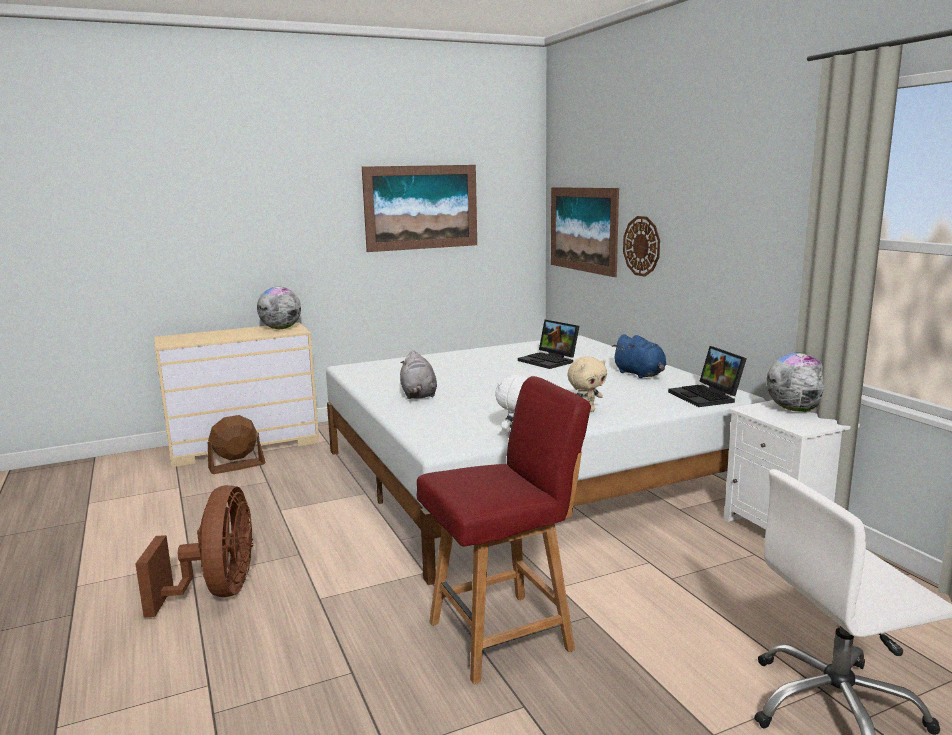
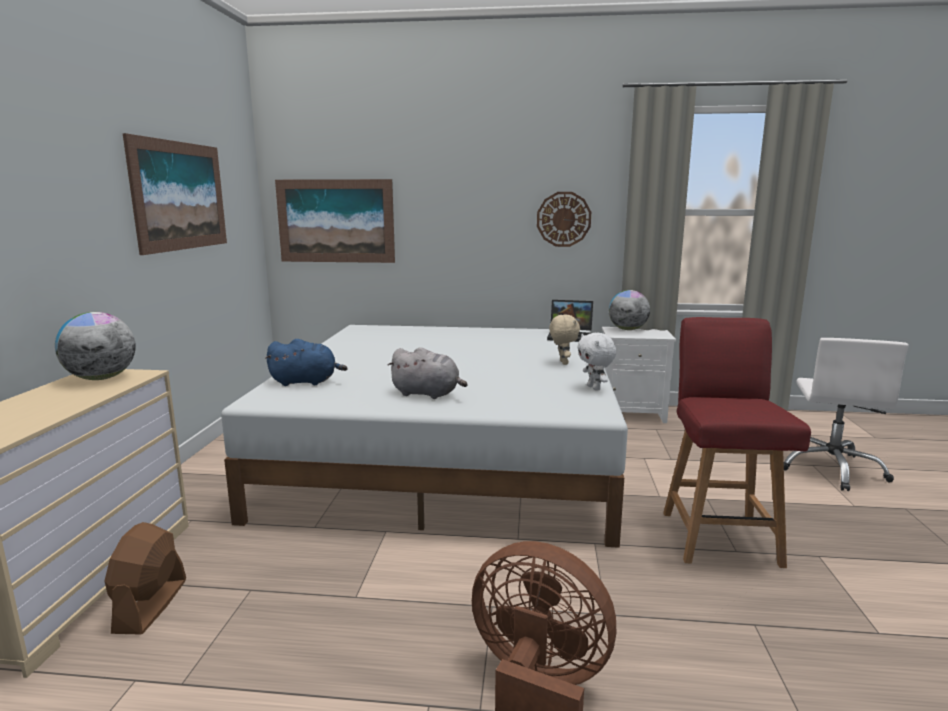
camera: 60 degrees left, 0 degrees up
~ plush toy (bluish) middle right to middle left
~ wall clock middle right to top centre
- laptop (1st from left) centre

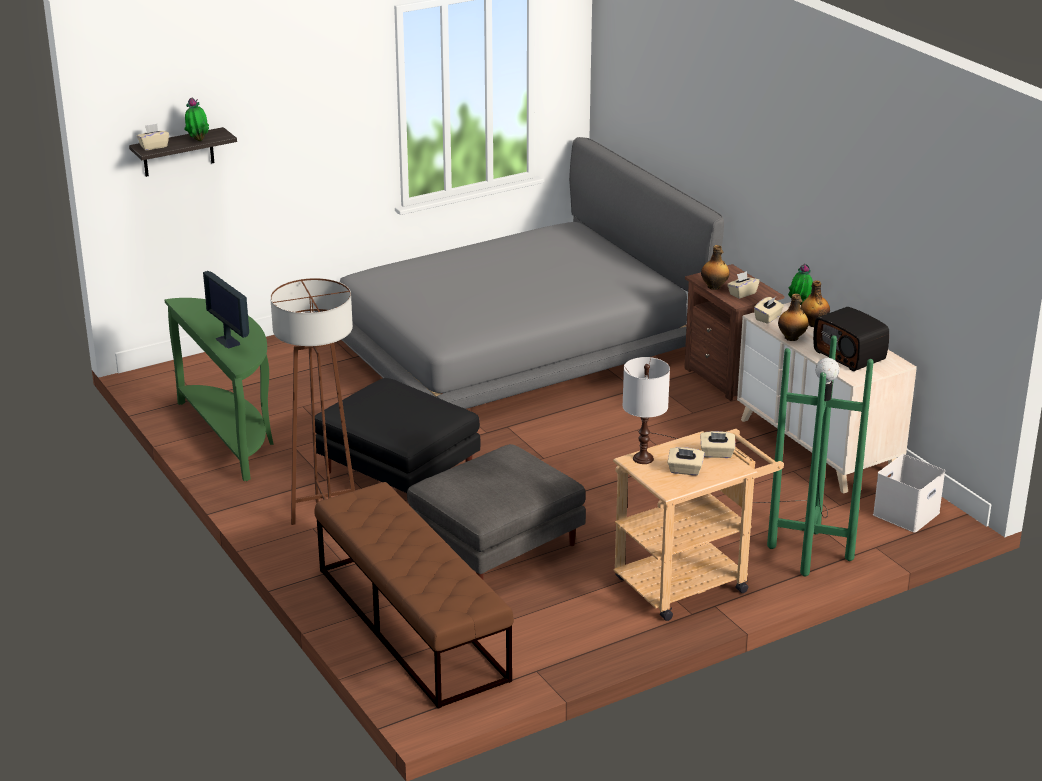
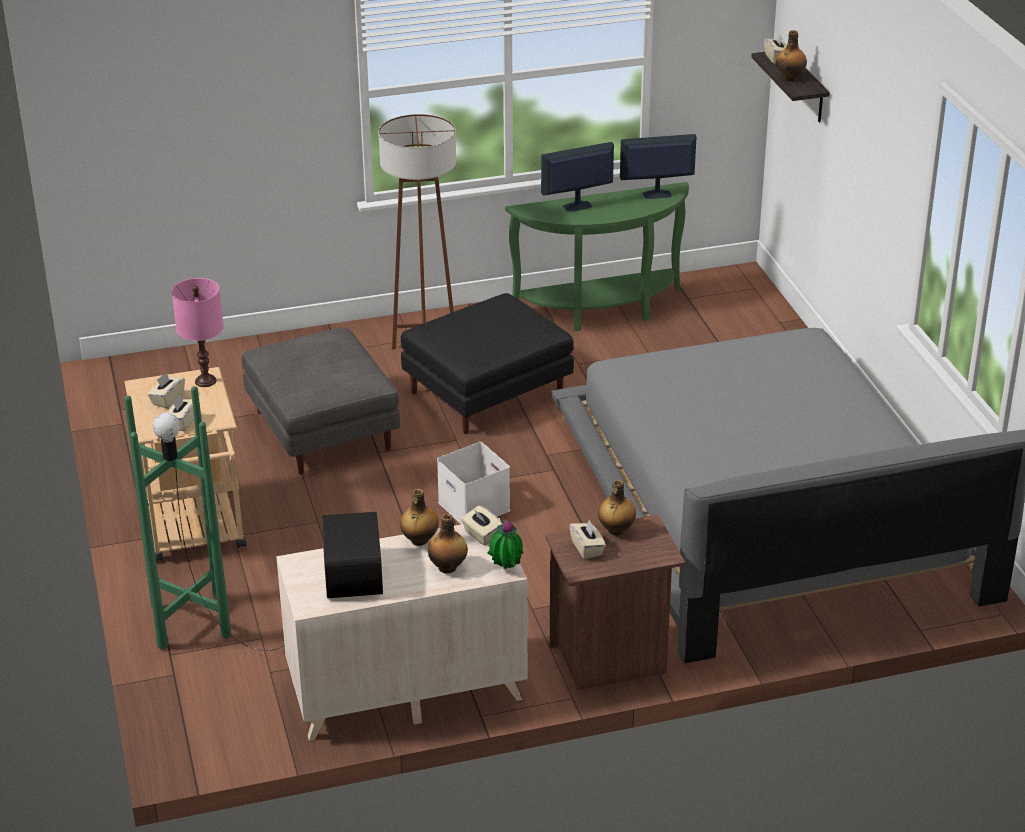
camera: 105 degrees right, 5 degrees up
~ lamp for a table (white) centre to lamp for a table (pinkish) middle left
~ radio receiver middle right = bottom centre 105 degrees clockwise
~ storage box (white) middle right to centre
+ monitor (2nd from left) top centre
~ potted plant (1st from left) top left to beverage bottle (4th from left) top right
- long seat (brownish) bottom centre

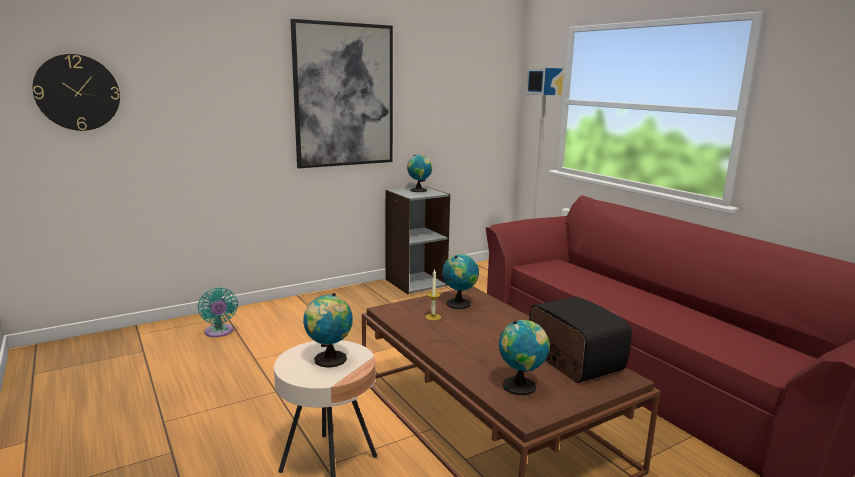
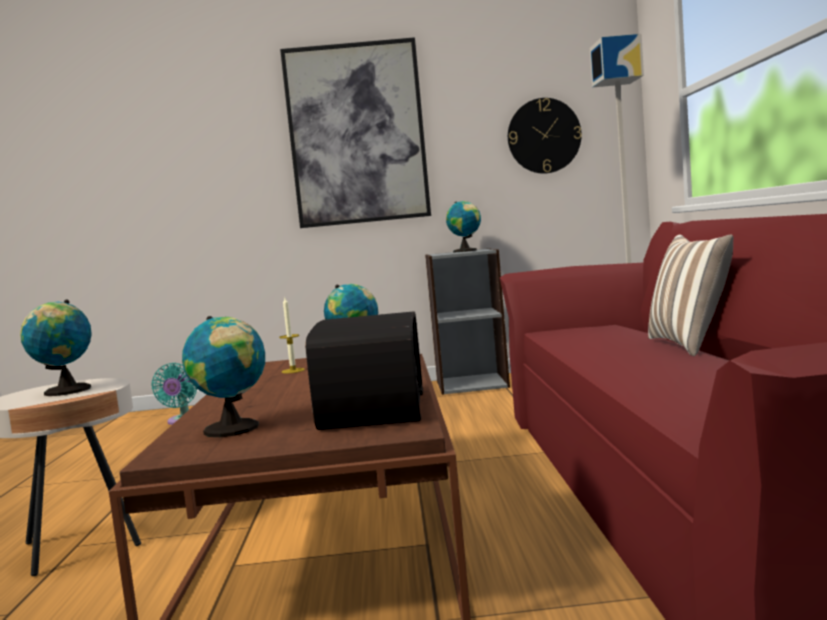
camera: 30 degrees right, 10 degrees down
~ wall clock top left to top centre
+ pillow middle right

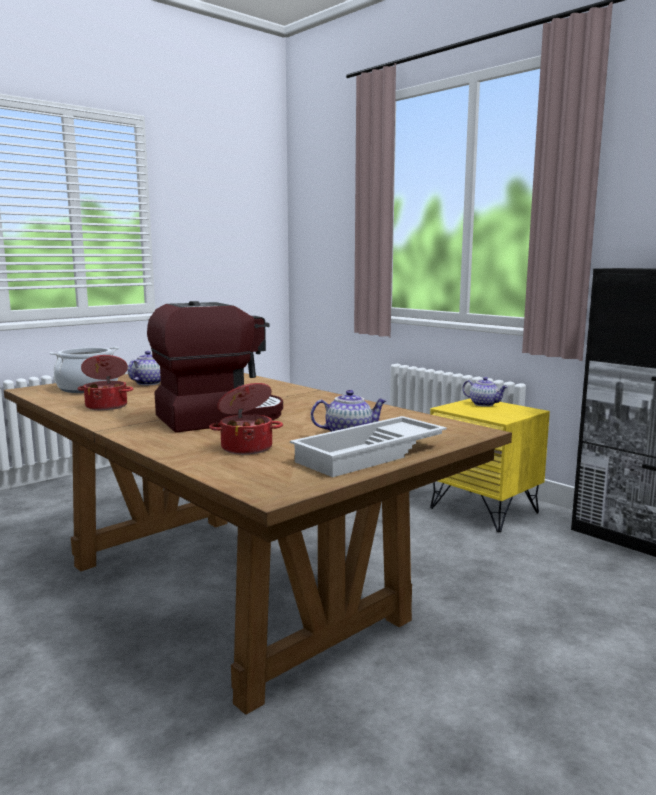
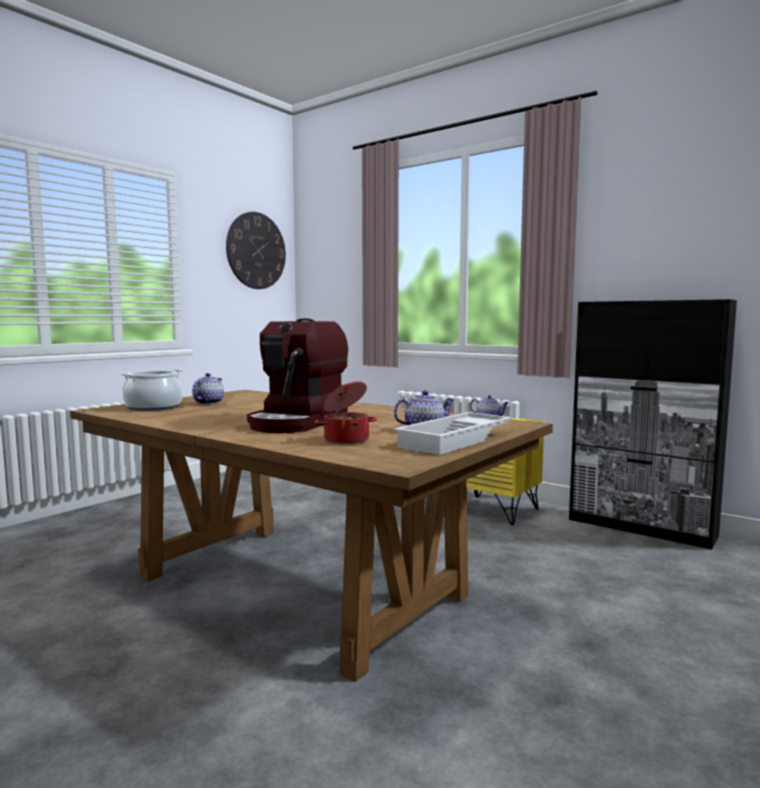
camera: 10 degrees left, 5 degrees down
+ wall clock top centre
~ coffee brewer middle left = centre 150 degrees clockwise
- stockpot (2nd from left) middle left

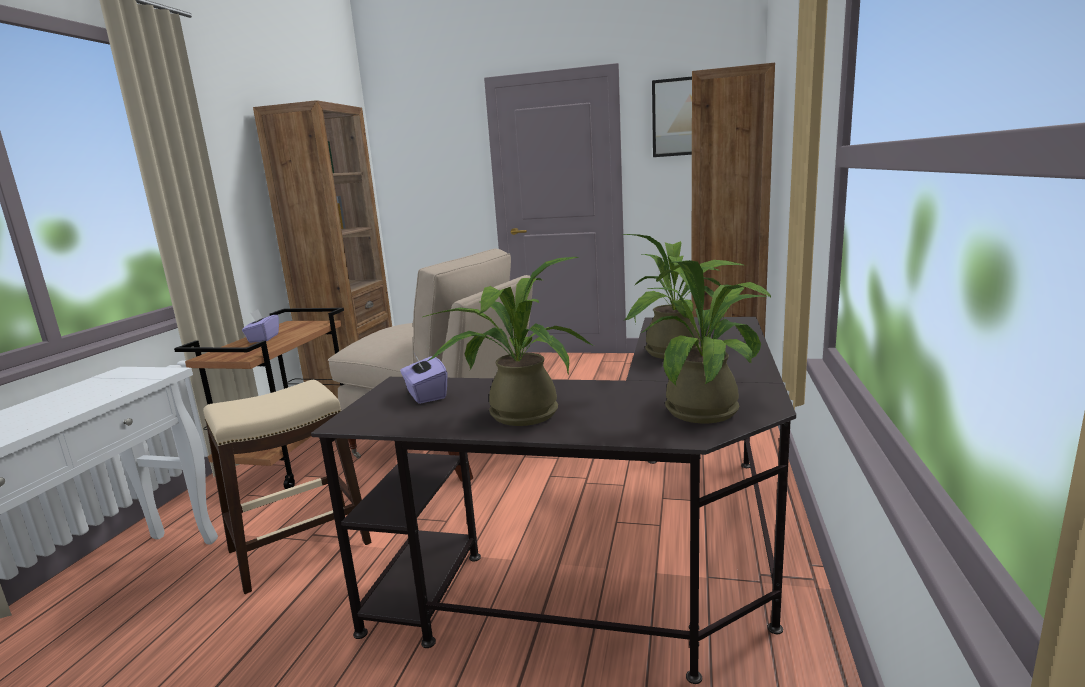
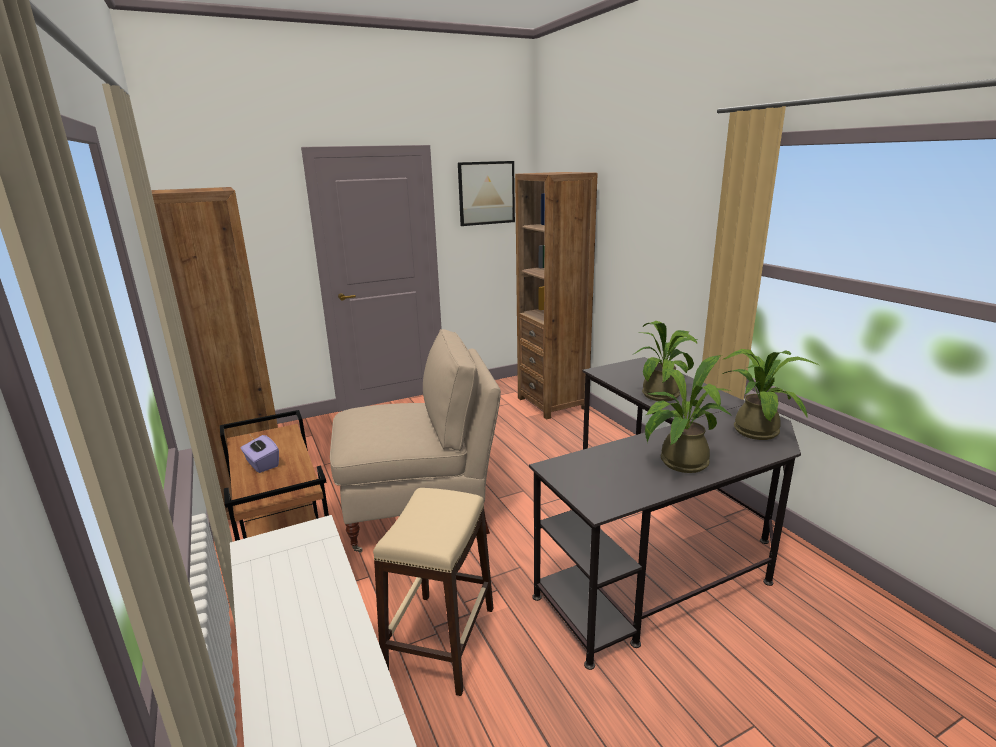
camera: 40 degrees left, 5 degrees up
- tissue box (purple) (2nd from left) centre

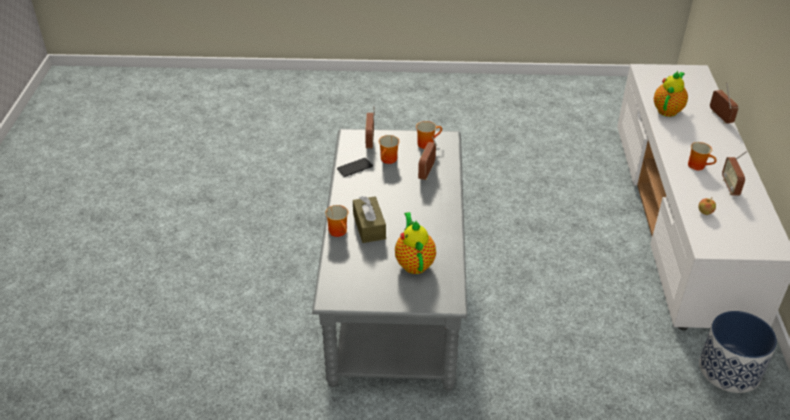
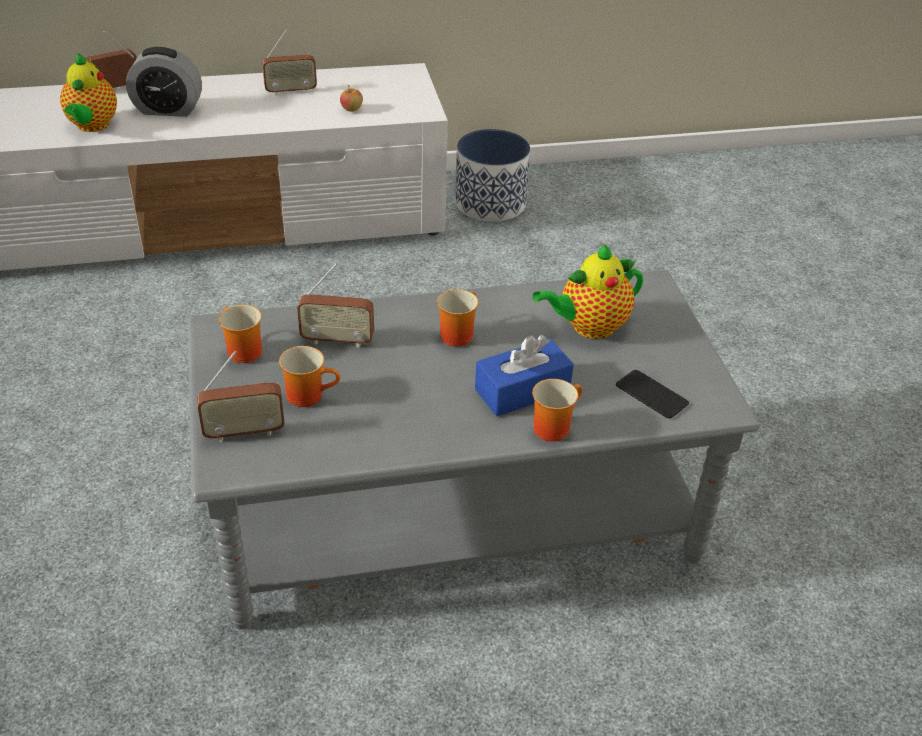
camera: 105 degrees left, 0 degrees up
~ pot for tea (2nd from left in the first image) top right = top left 105 degrees counterclockwise
+ table clock top left
~ mug (4th from left in the first image) middle right to mug (3rd from left) centre
~ tissue box (brownish) centre to tissue box (bluish) centre
~ telephone centre to middle right

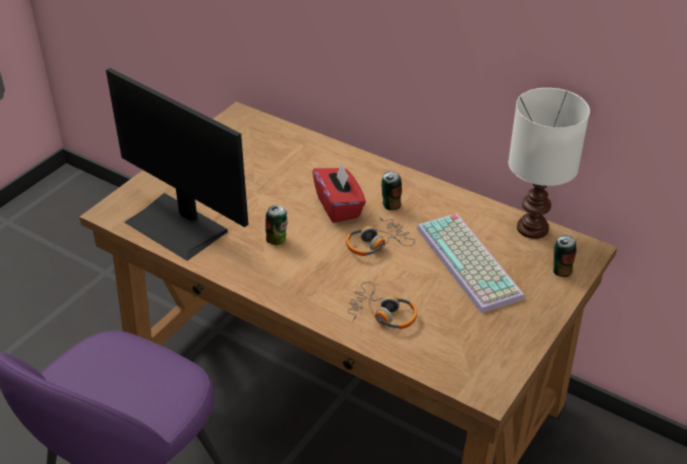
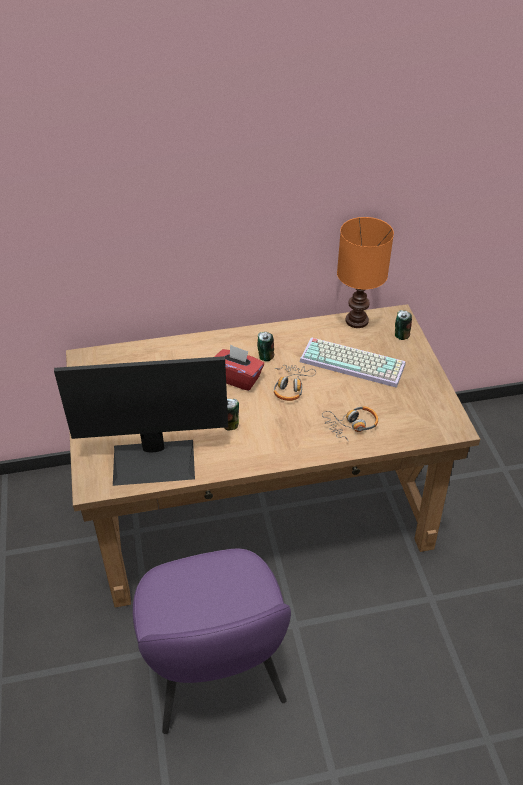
camera: 45 degrees left, 5 degrees up
~ lamp for a table (white) middle right to lamp for a table (orange) middle right

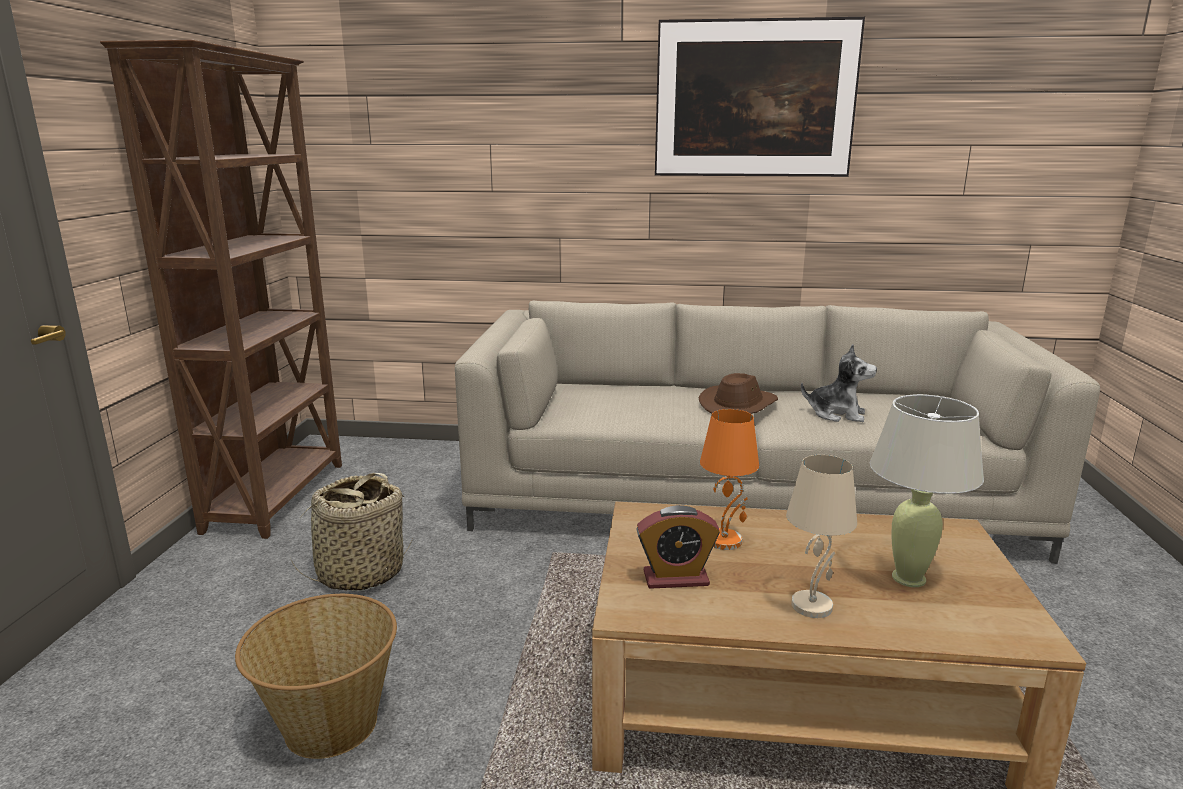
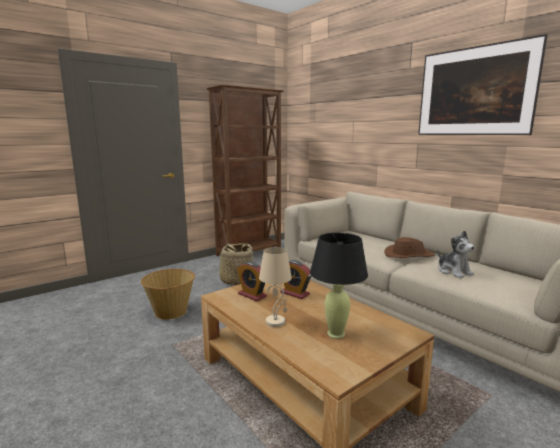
camera: 45 degrees right, 5 degrees down
~ lamp for a table (orange) centre to table clock (2nd from left) centre
~ lamp for a table (sand-coloured) (2nd from left) middle right to lamp for a table (black) centre

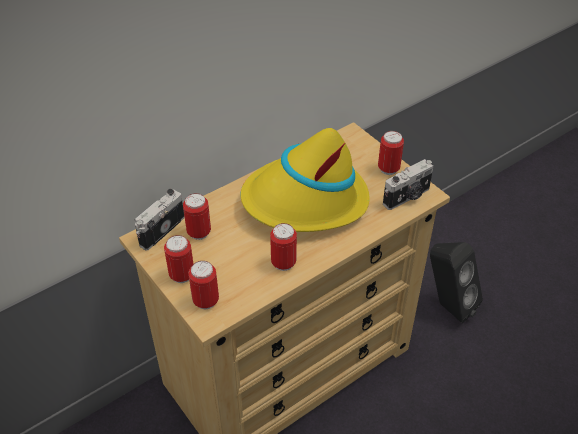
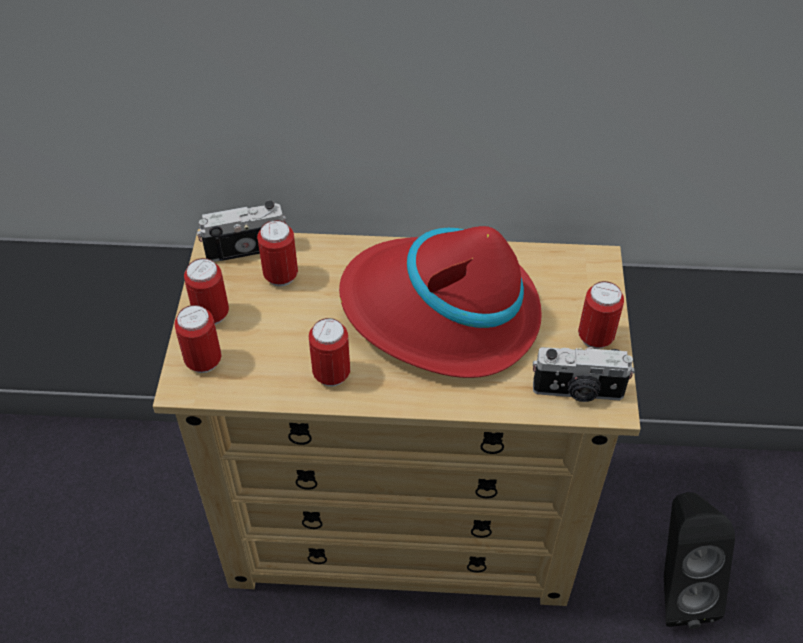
camera: 40 degrees right, 5 degrees up
~ wearable hat (yellow-coloured) centre to wearable hat (reddish) centre

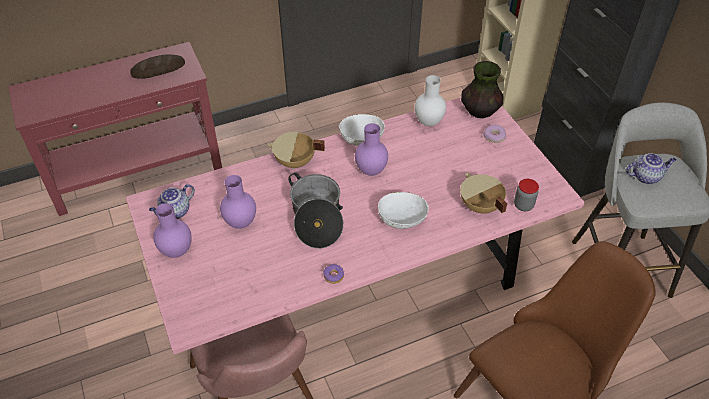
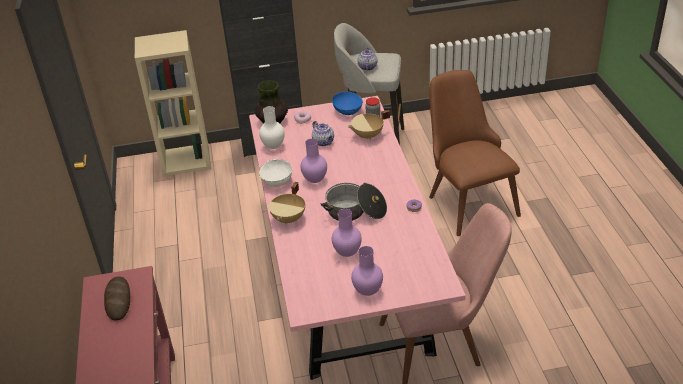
camera: 75 degrees left, 10 degrees down
~ pot for tea (1st from left) middle left to centre
+ serving bowl (bluish) top centre
- serving bowl (white) (2nd from left) centre

